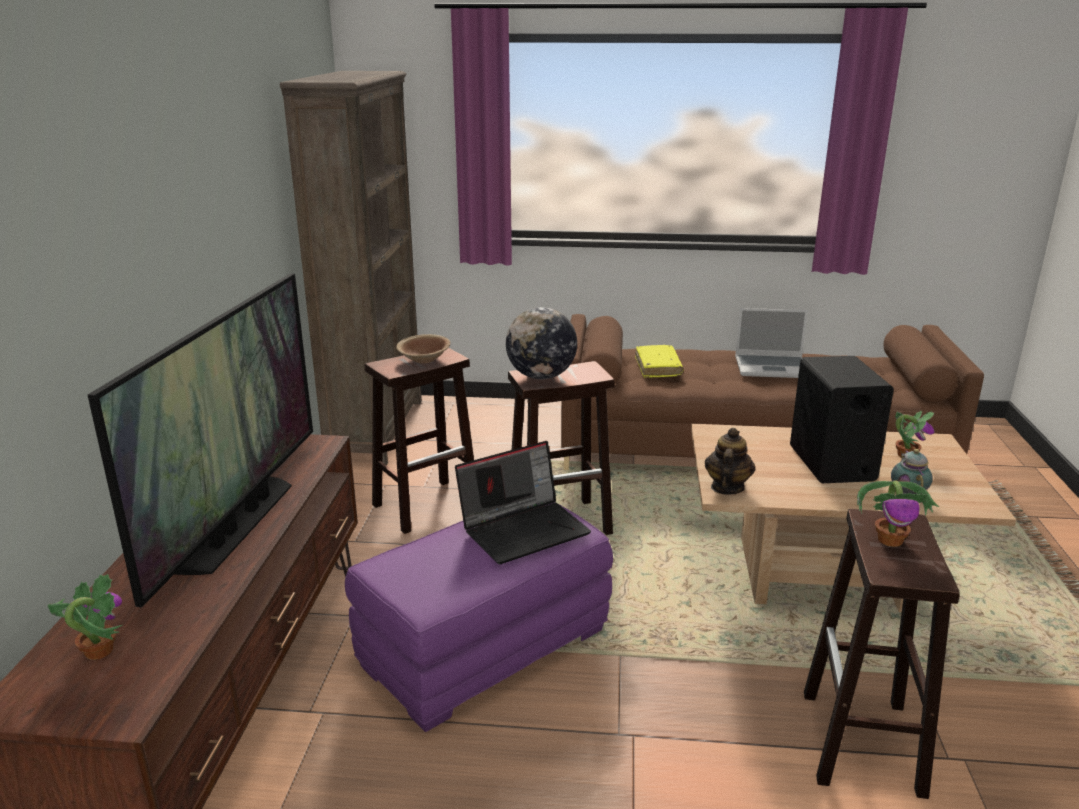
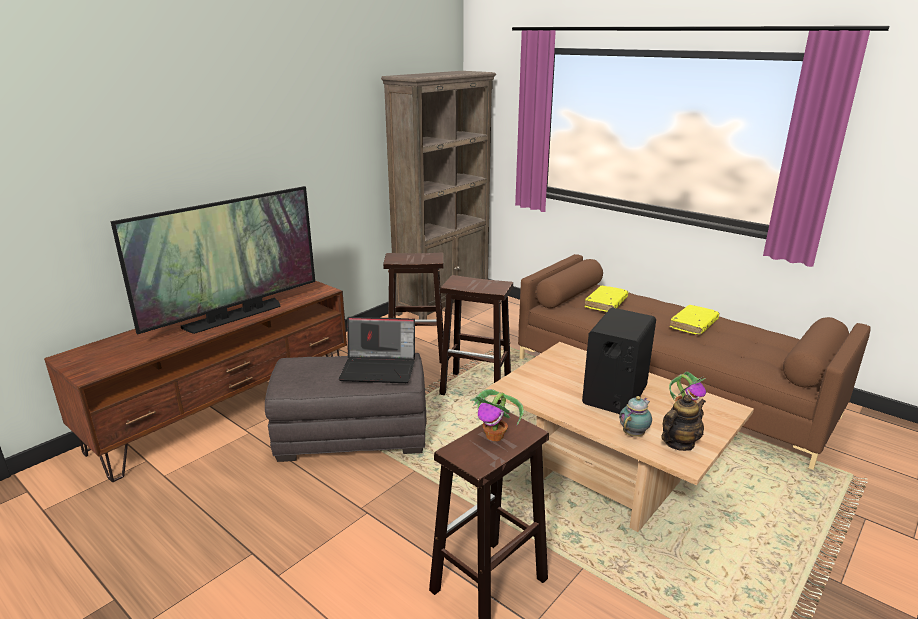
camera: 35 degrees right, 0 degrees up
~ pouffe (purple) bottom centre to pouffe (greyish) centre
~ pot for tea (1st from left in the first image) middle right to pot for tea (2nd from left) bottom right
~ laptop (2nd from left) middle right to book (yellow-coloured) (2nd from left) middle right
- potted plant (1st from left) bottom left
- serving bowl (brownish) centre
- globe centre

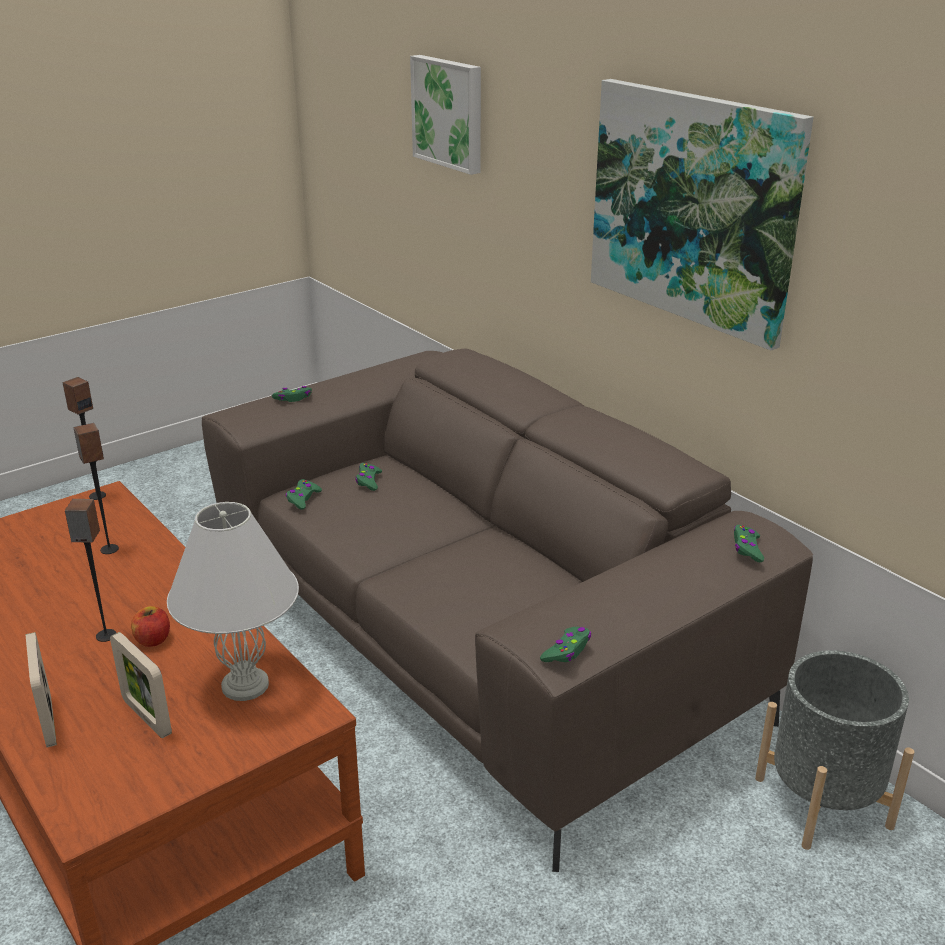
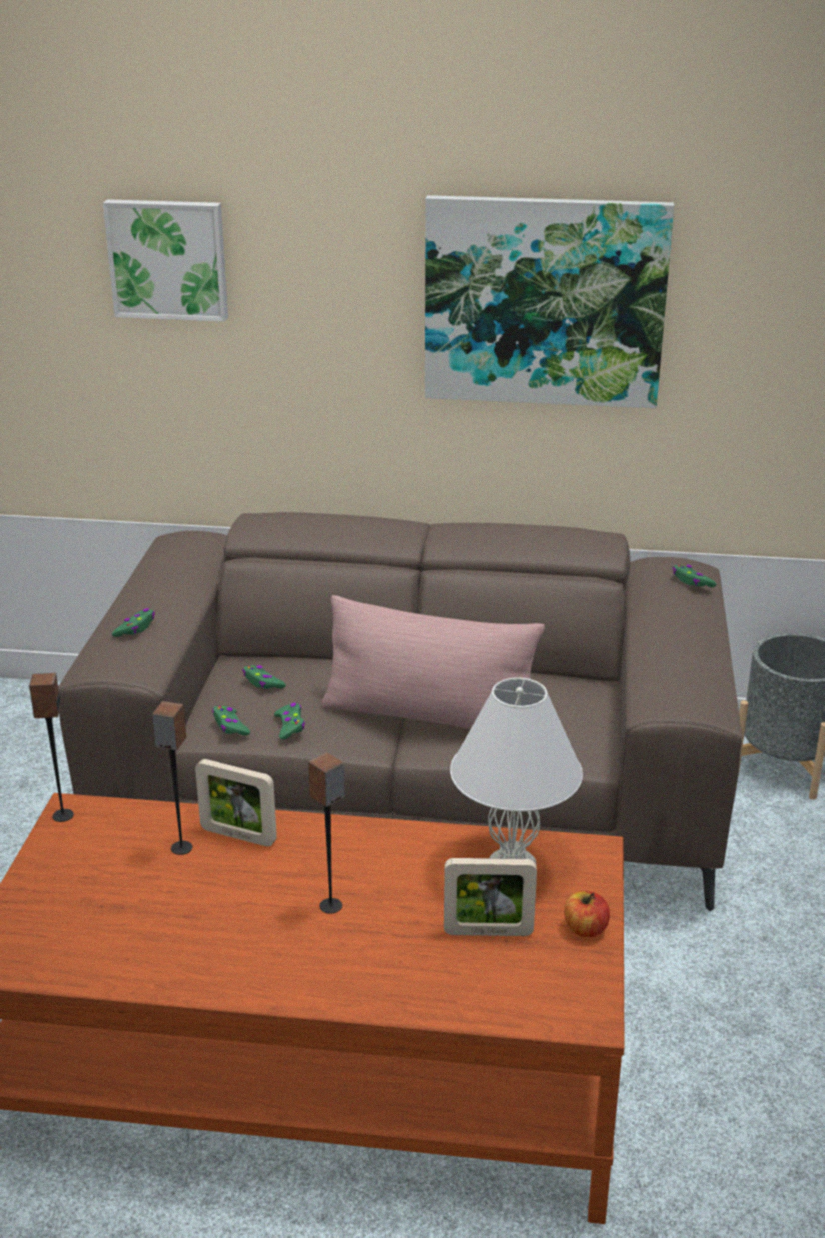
camera: 45 degrees left, 0 degrees up
~ photo frame (1st from left) bottom left to middle left
~ game controller (greenish) (4th from left) bottom centre to centre
+ pillow (pinkish) centre
~ whole apple middle left to bottom right

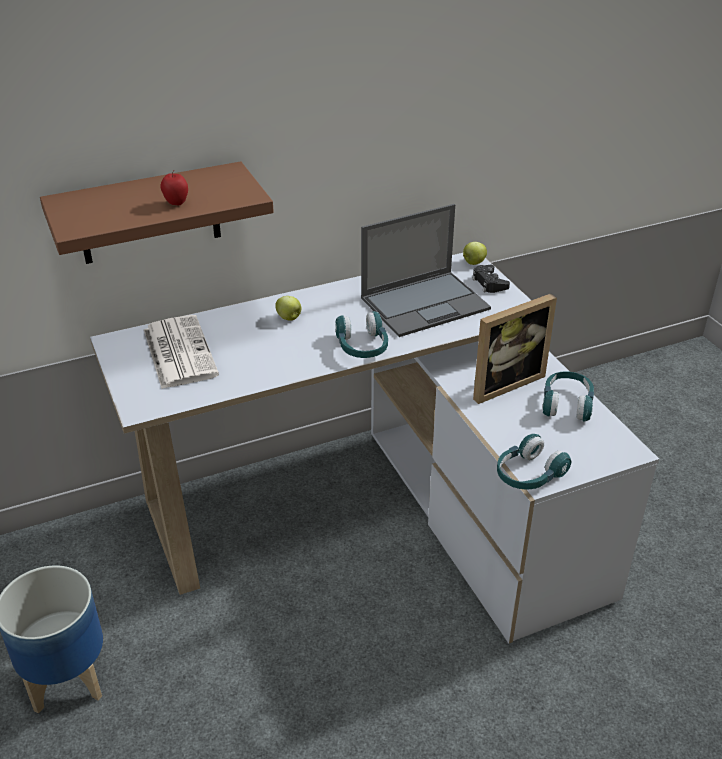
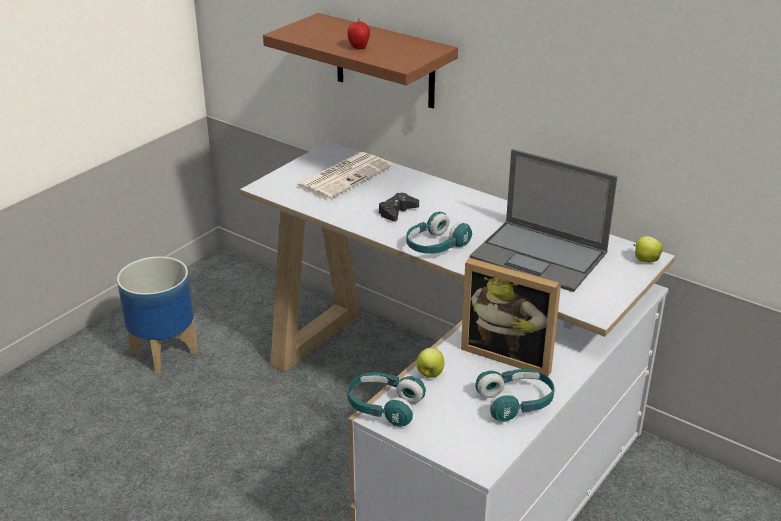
camera: 60 degrees right, 5 degrees down
~ game controller (black) middle right to centre
~ whole apple (2nd from left) centre to bottom centre

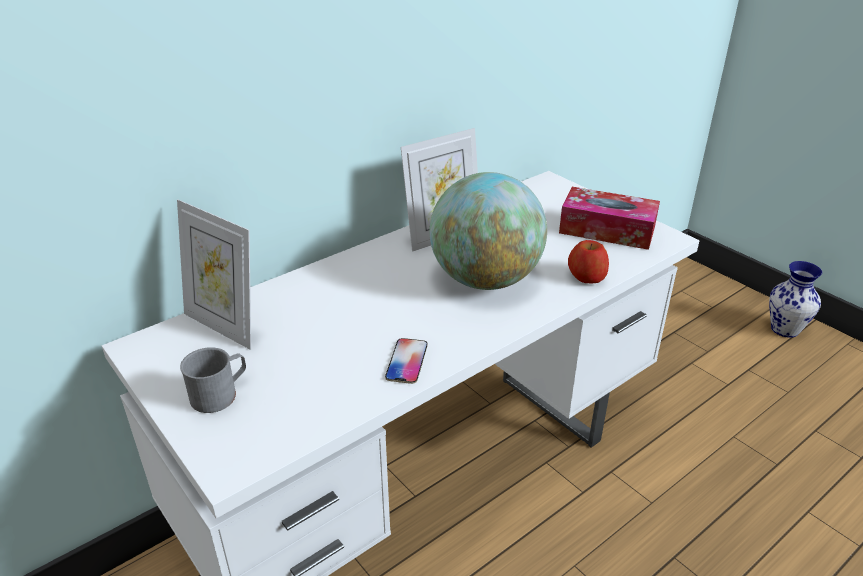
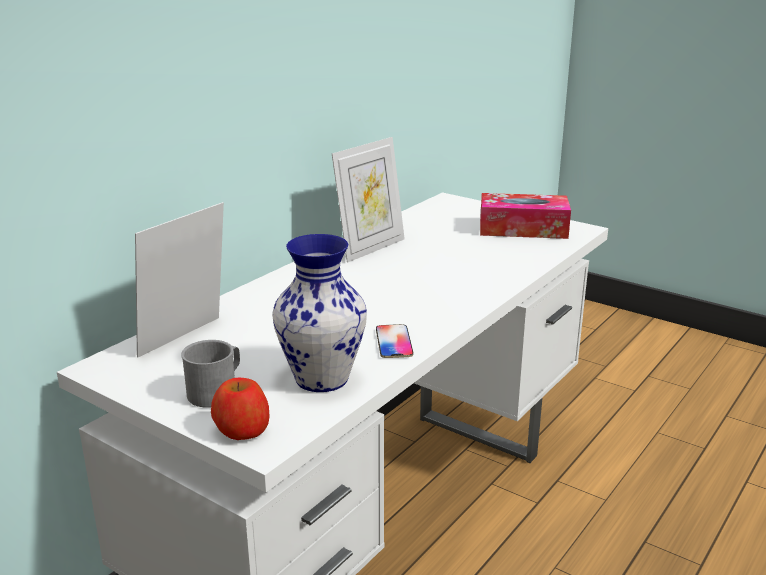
camera: 15 degrees left, 10 degrees down
~ photo frame (1st from left) middle left = middle left 105 degrees clockwise
~ whole apple middle right to bottom left
~ vase middle right to centre
- globe centre

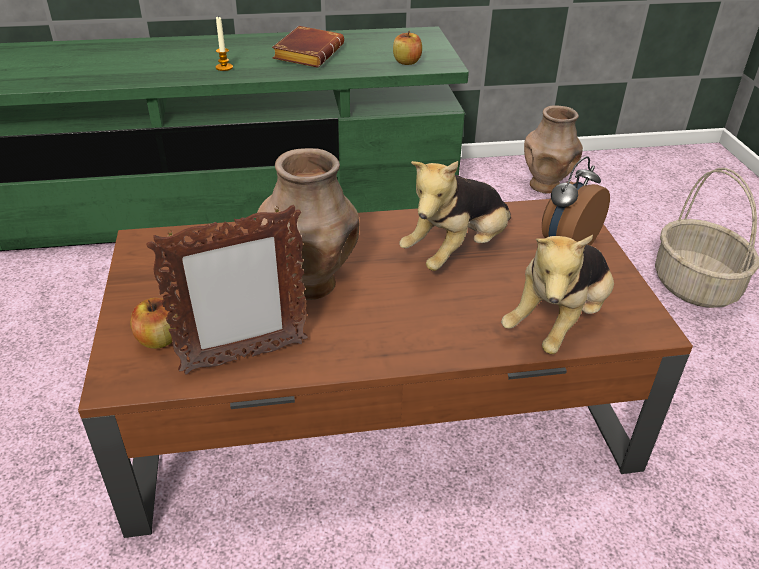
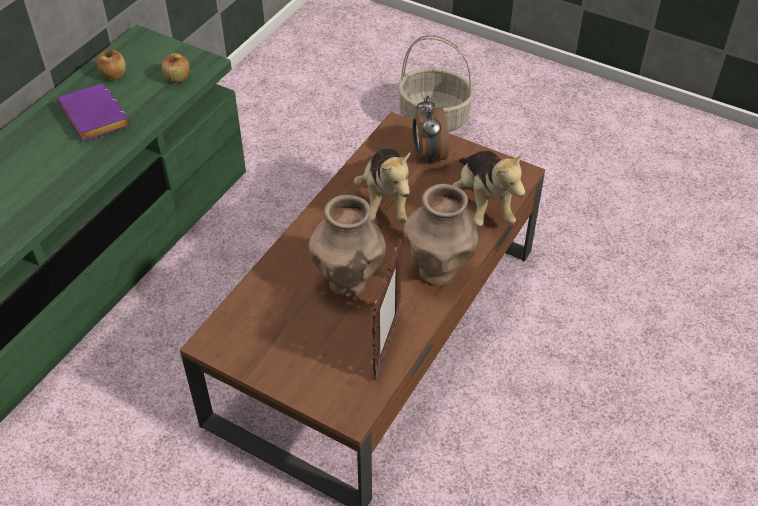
camera: 50 degrees left, 10 degrees up
~ book (brownish) top centre to book (purple) top left
~ whole apple (1st from left) middle left to top left
~ vase (brownish) (2nd from left) top right to centre
- candle top left

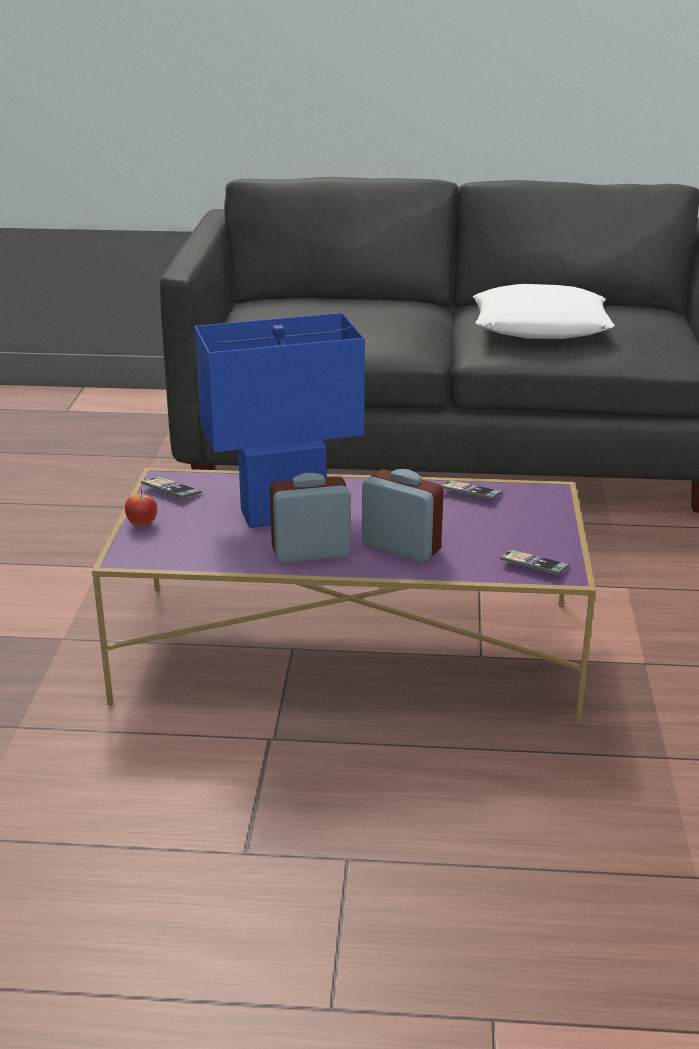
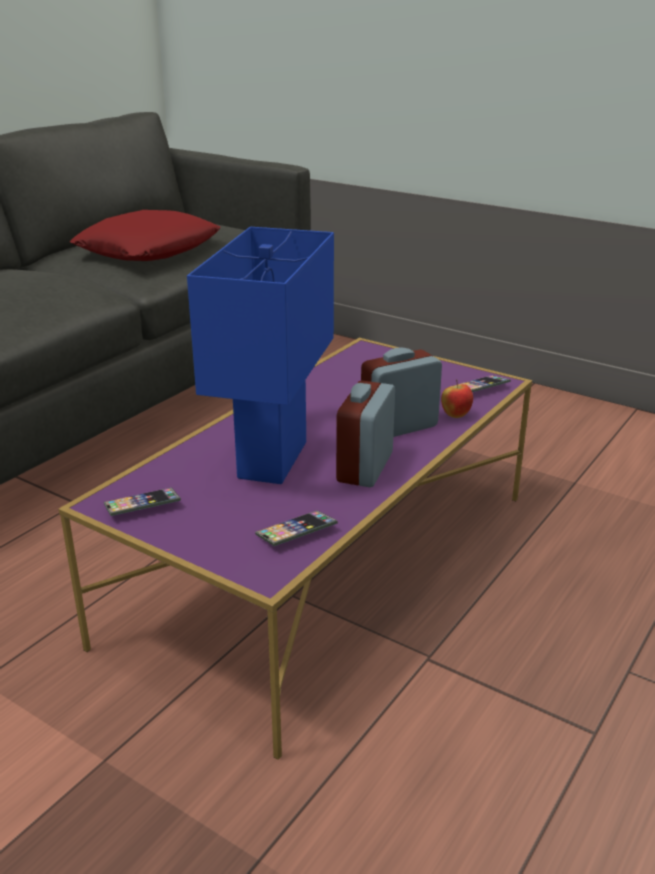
camera: 60 degrees left, 0 degrees up
~ pillow (white) top right to pillow (reddish) top left
~ telephone (2nd from left) middle right to centre
~ whole apple middle left to middle right

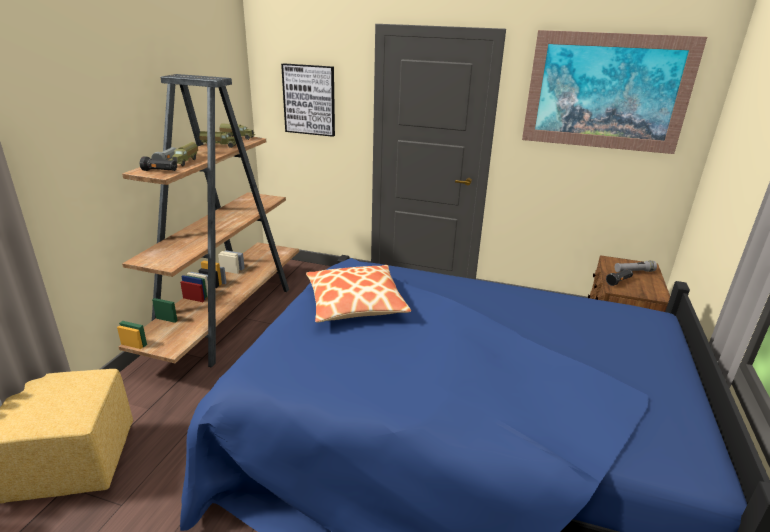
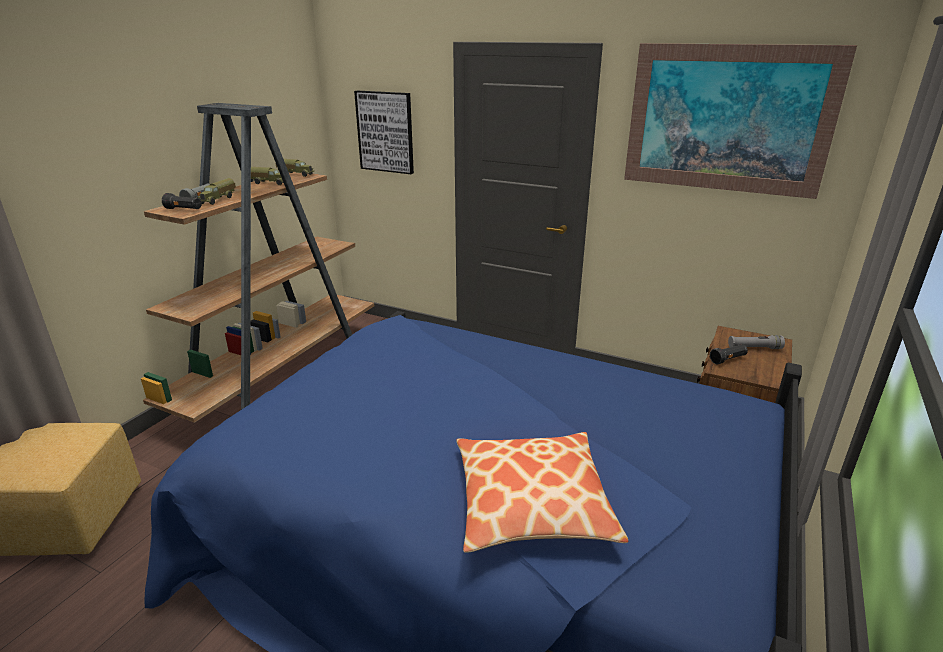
camera: 10 degrees right, 0 degrees up
~ pillow centre to bottom centre

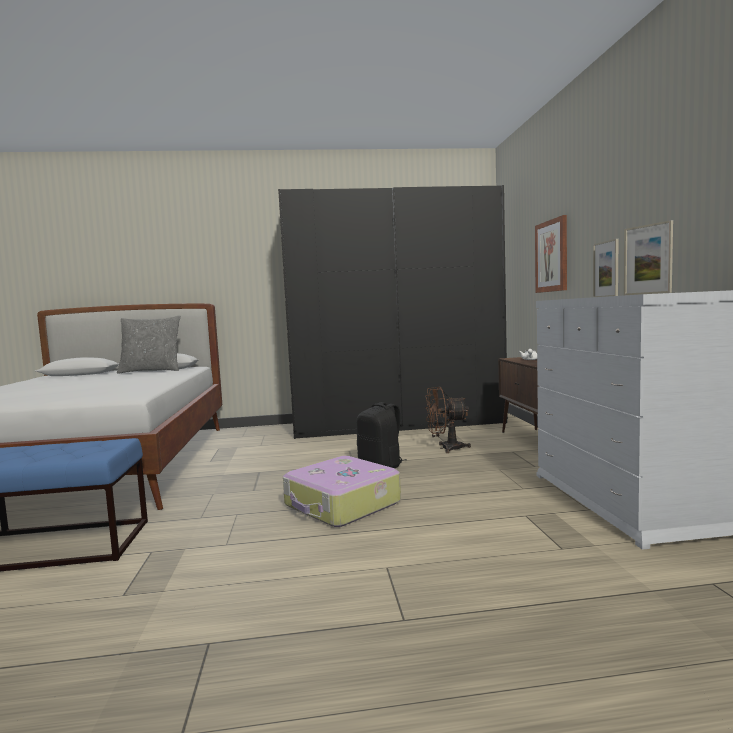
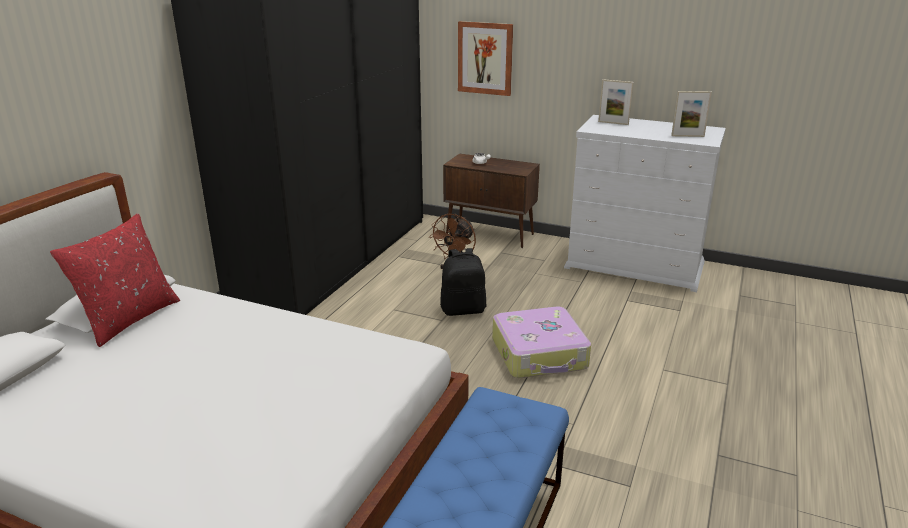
camera: 60 degrees left, 20 degrees up
~ pillow (greyish) middle left to pillow (reddish) middle left

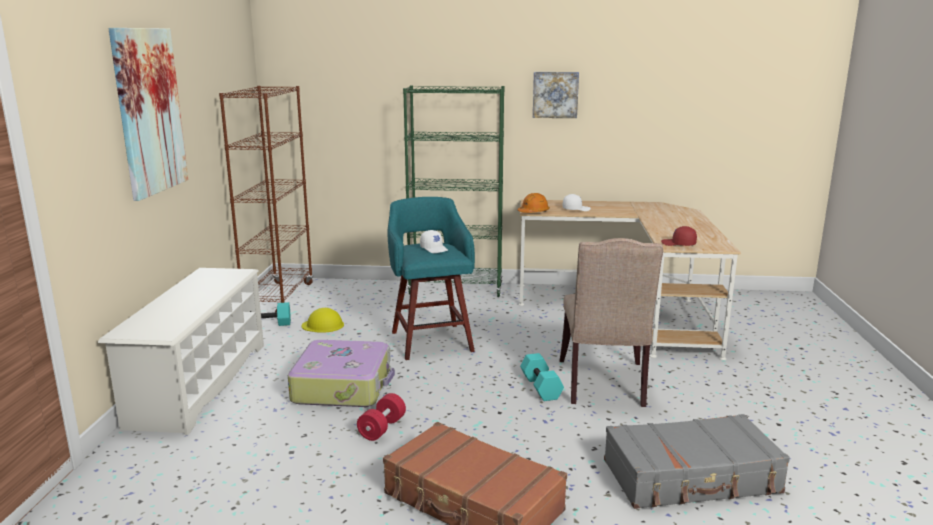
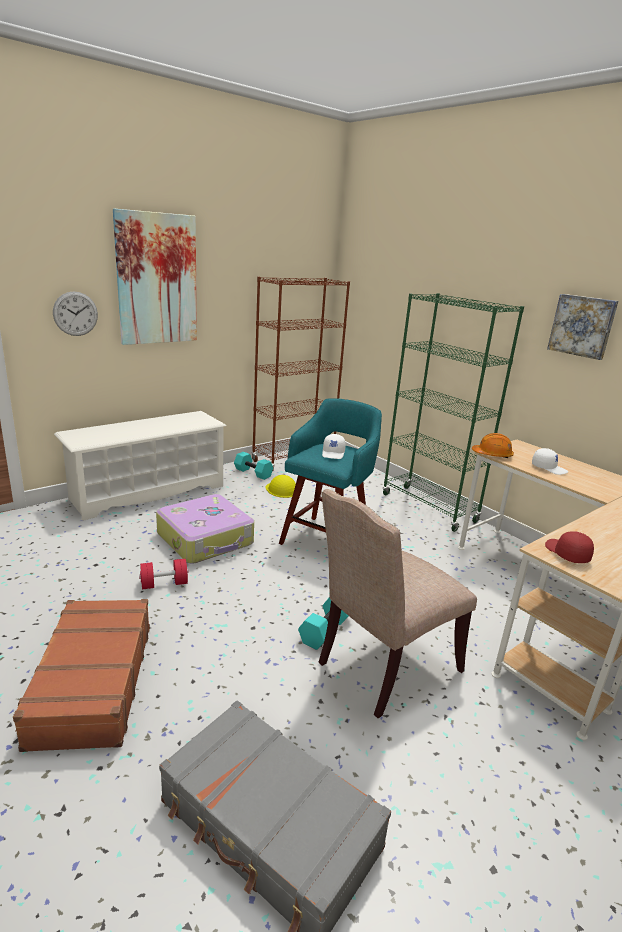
camera: 45 degrees right, 5 degrees up
+ wall clock middle left

